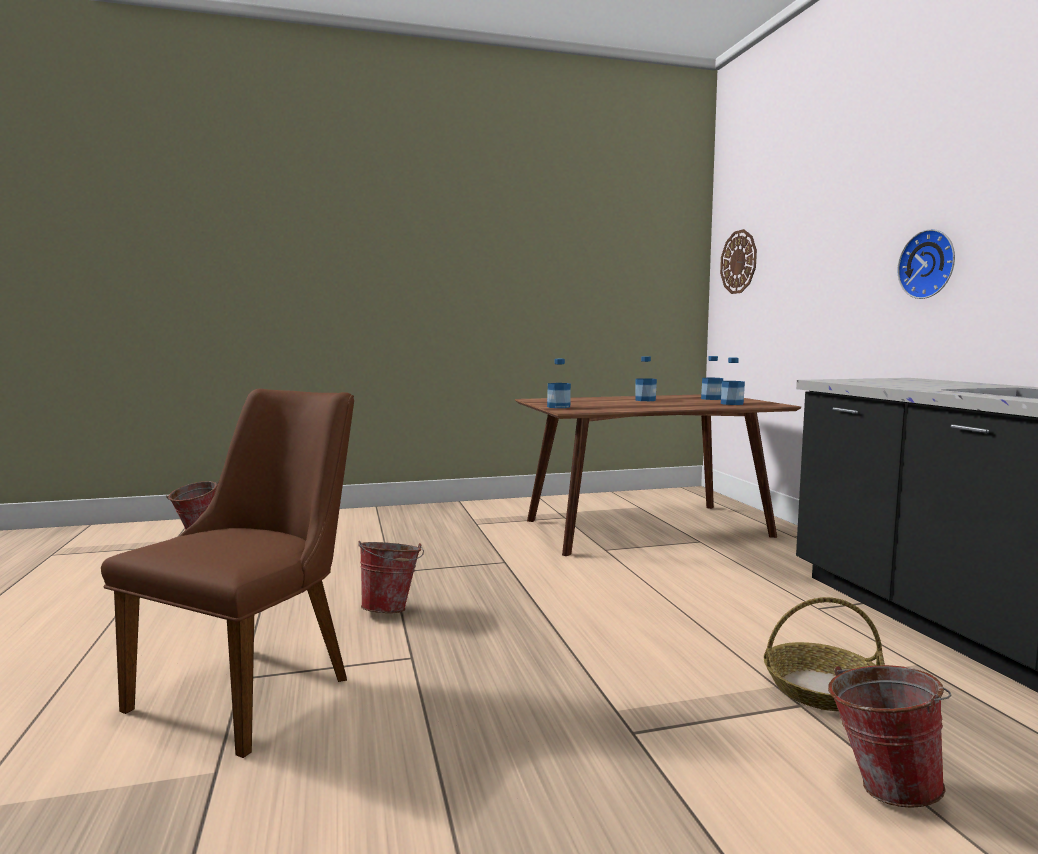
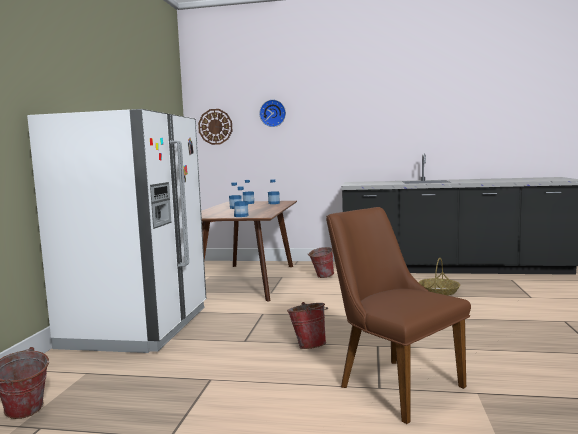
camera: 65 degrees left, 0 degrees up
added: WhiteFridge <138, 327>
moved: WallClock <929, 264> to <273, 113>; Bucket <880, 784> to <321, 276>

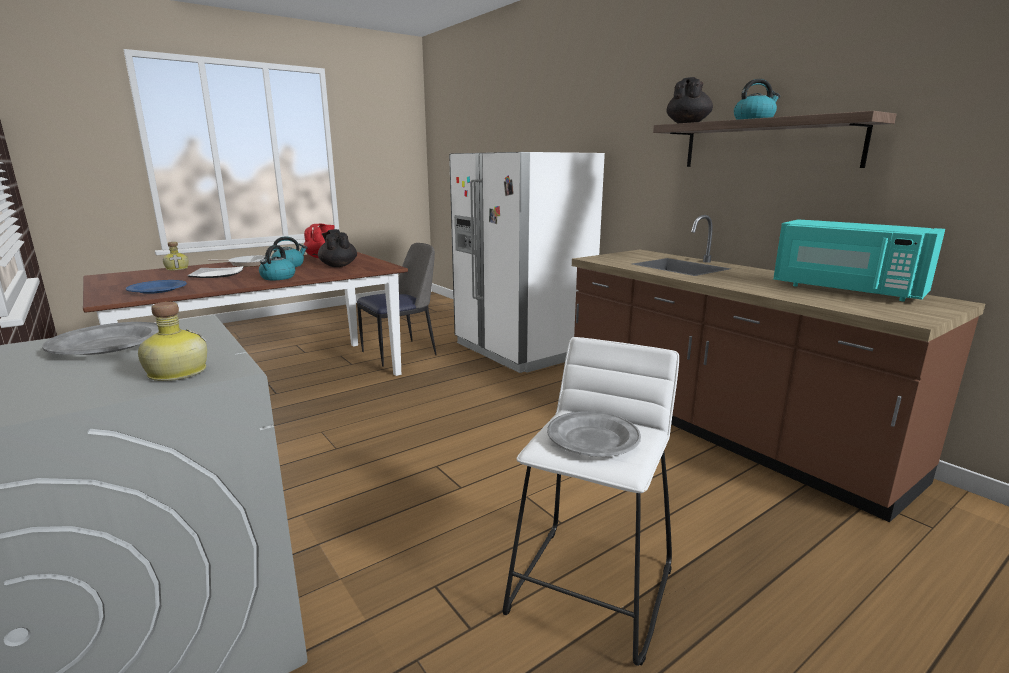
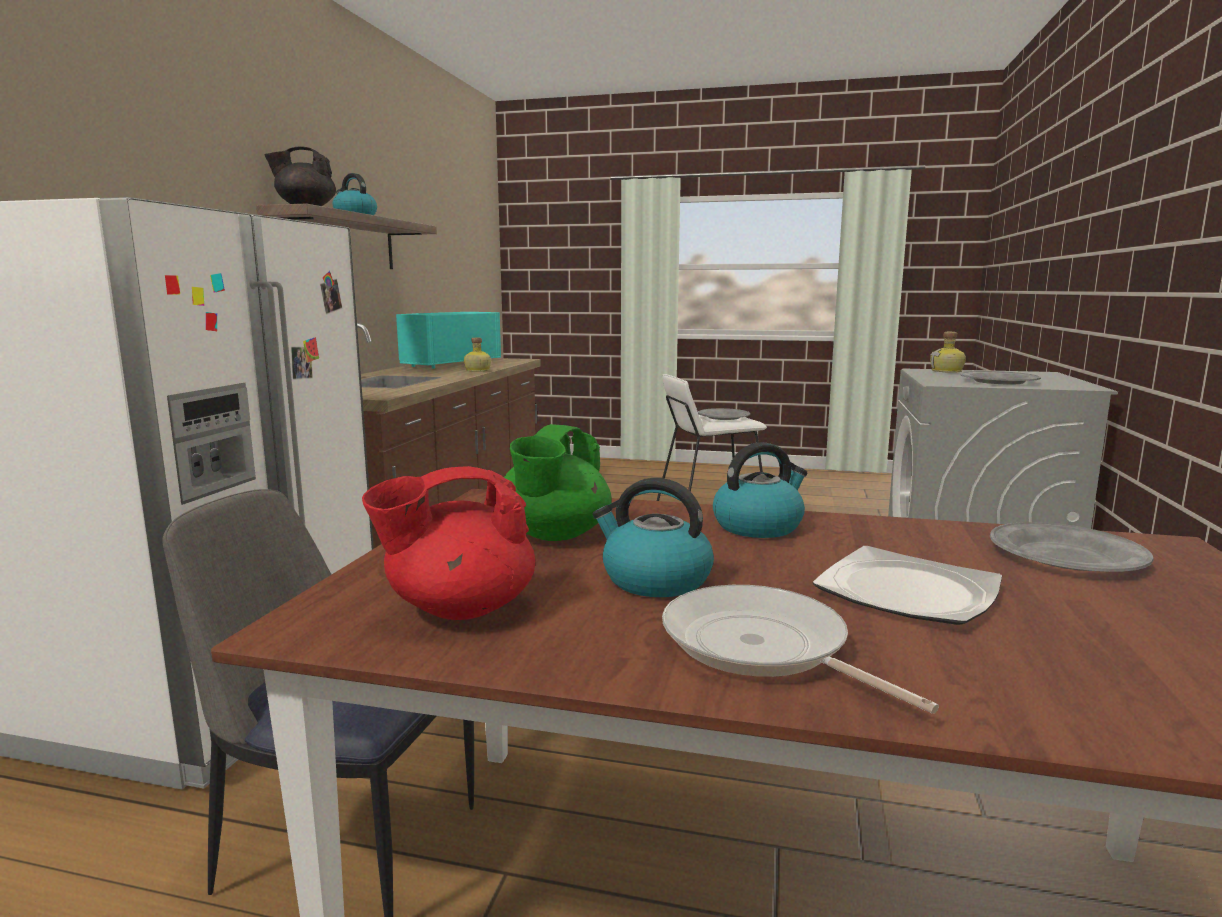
camera: 130 degrees left, 5 degrees down
moved: Bottle <177, 269> to <477, 370>
recoloured: BlackTeapot <338, 266> to GreenTeapot <553, 535>; BluePlate <158, 290> to GreyPlate <1065, 556>
turned: TurquoiseMicrowave <846, 290> = <449, 364> 150 degrees counterclockwise

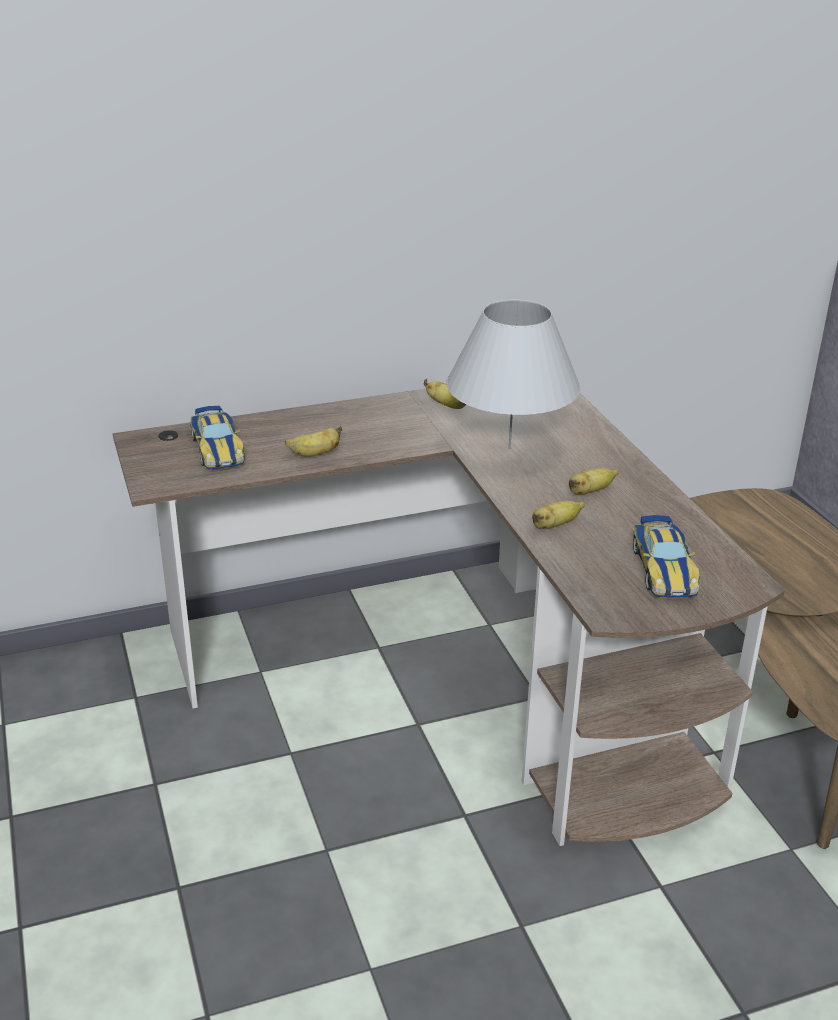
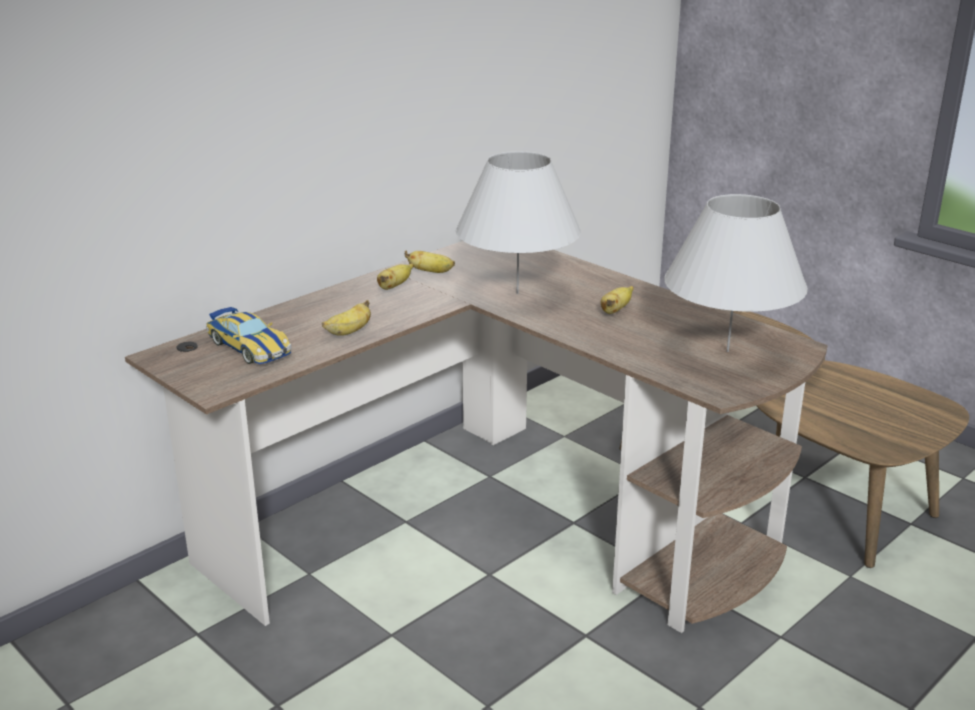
camera: 25 degrees left, 5 degrees down
moved: Banana <555, 525> to <394, 286>
replaced: ToyCar <663, 568> to WhiteTableLamp <727, 351>

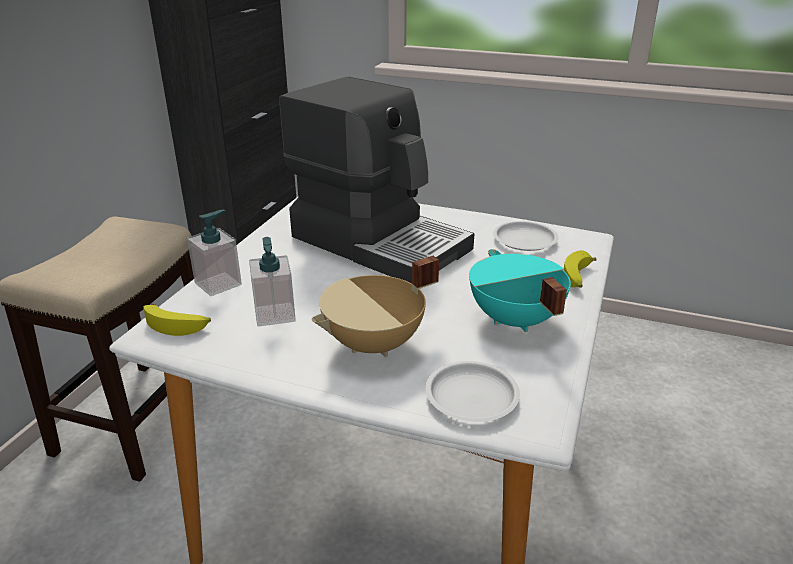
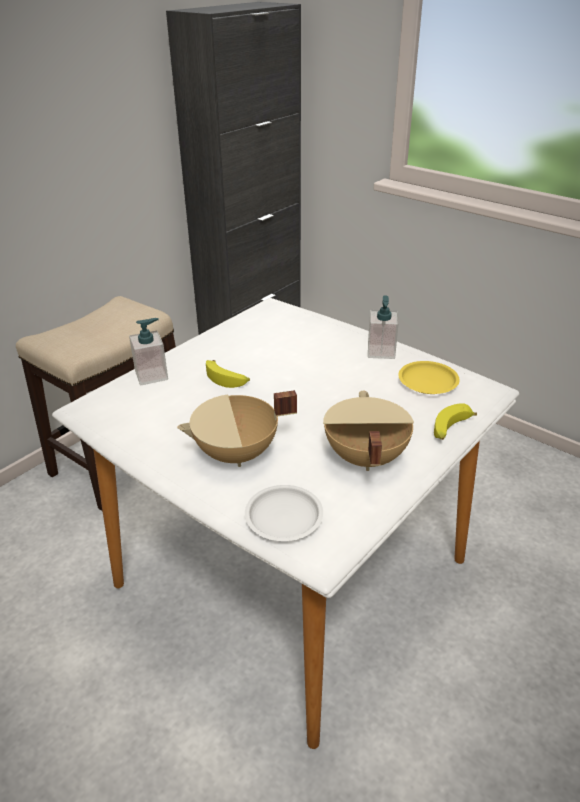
camera: 20 degrees right, 5 degrees up
removed: CoffeeMachine <380, 242>
moved: SoapDispenser <275, 314> to <381, 352>; Banana <178, 325> to <227, 379>
recoloured: WhitePlate <524, 240> to YellowPlate <427, 381>; TurquoiseCookingPot <513, 320> to BeigeCookingPot <364, 457>

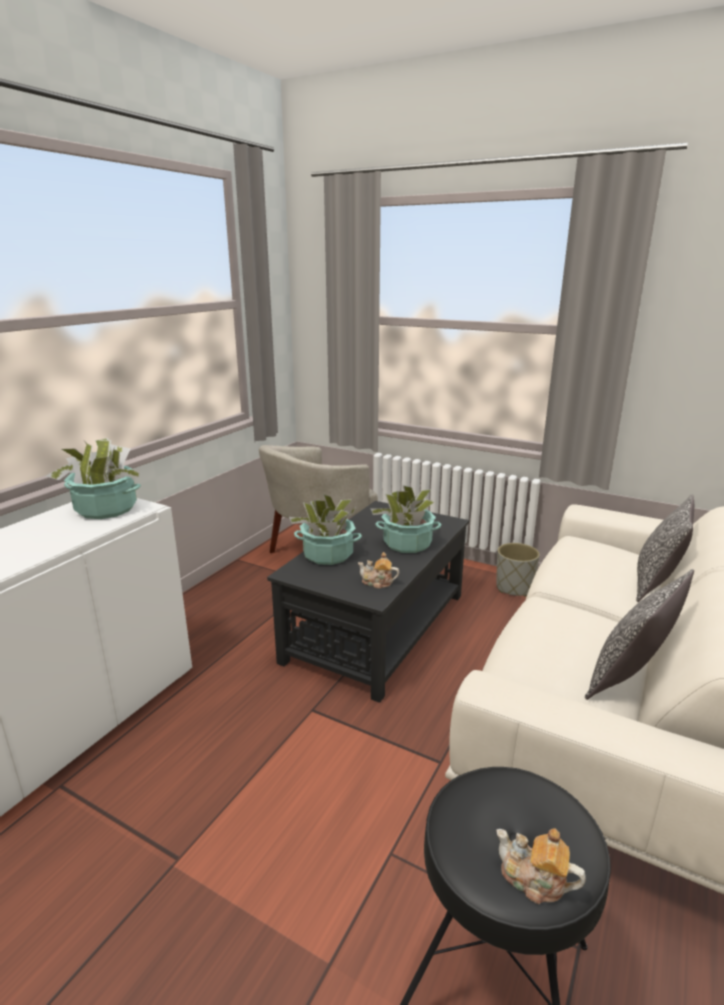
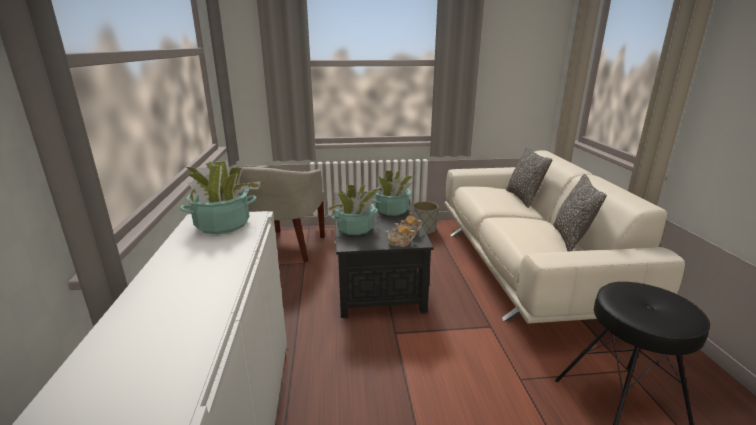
camera: 35 degrees left, 0 degrees up
moved: Teapot <534, 880> to <400, 243>

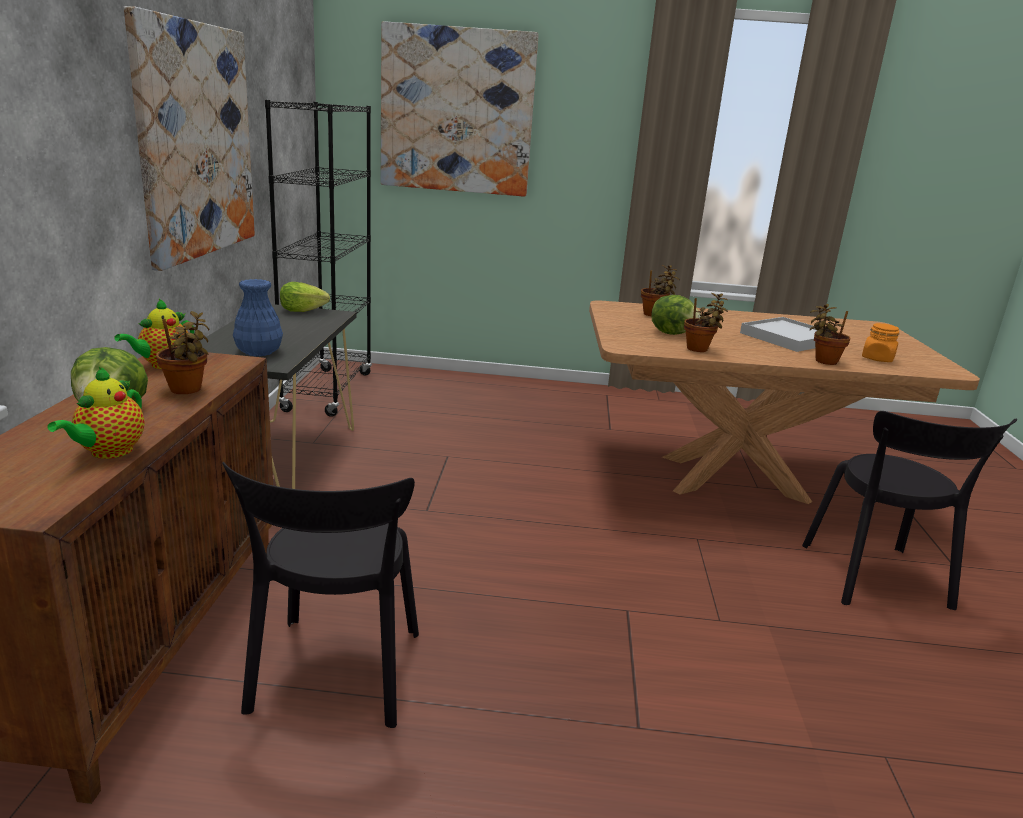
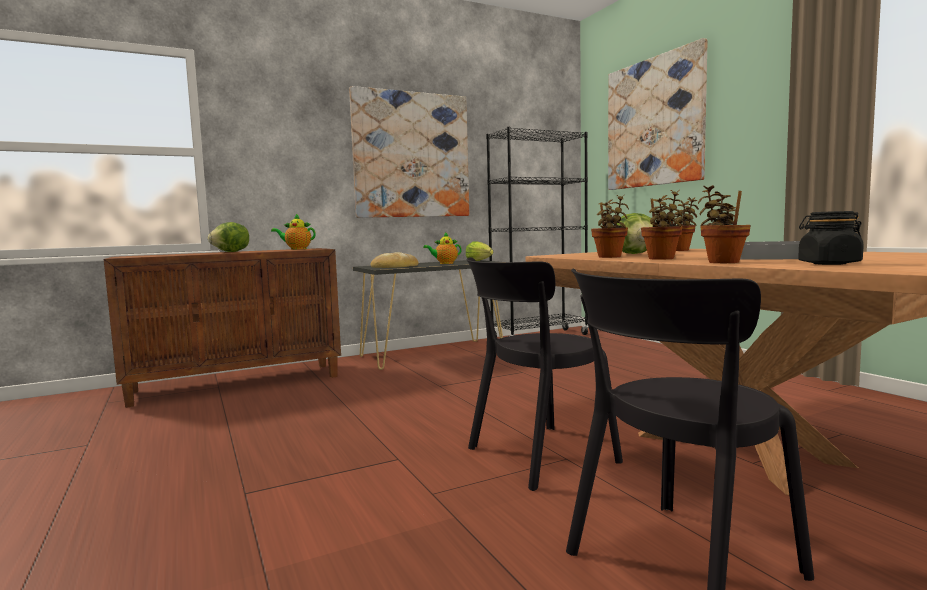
camera: 60 degrees right, 15 degrees down
moved: PottedPlant <187, 390> to <661, 259>; Teapot <108, 452> to <444, 263>; BlackChair <334, 677> to <536, 457>
replaced: BlueVase <258, 352> to Bread <394, 266>
recoloured: OrangeJar <877, 359> to BlackJar <829, 263>

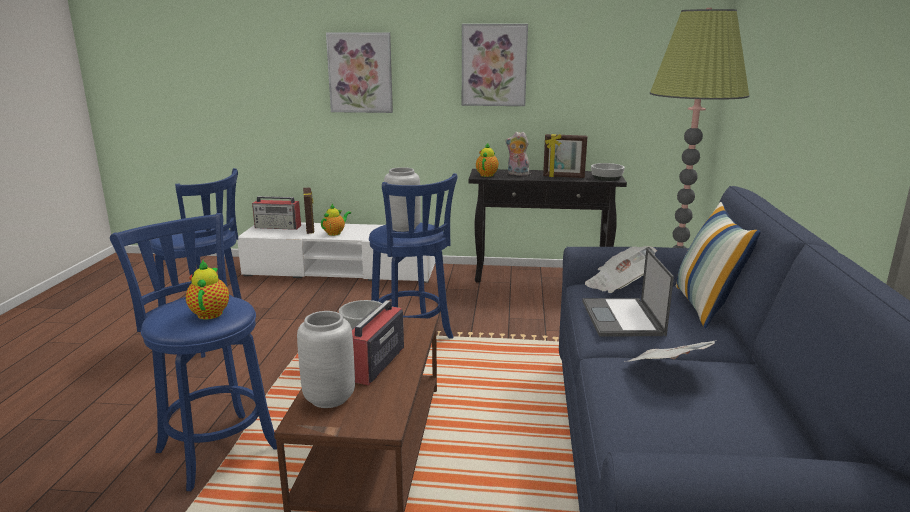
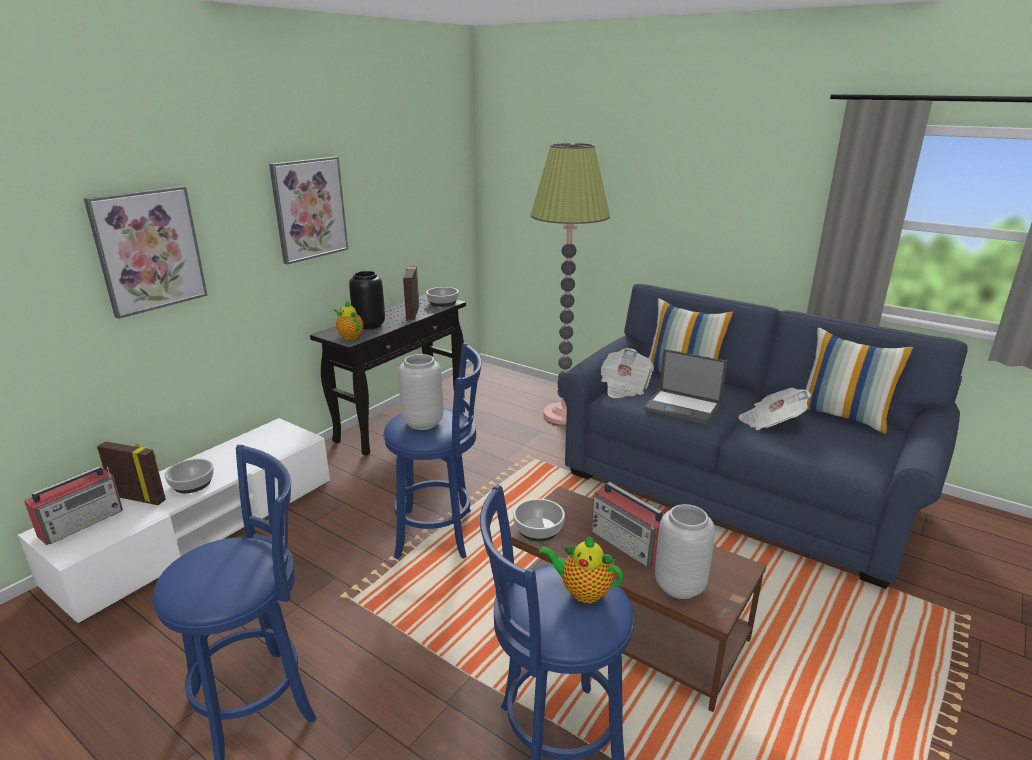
camera: 60 degrees left, 5 degrees up
added: Pillow <843, 416>
replaced: PlushToy <517, 174> to BlackVase <369, 325>; Teapot <335, 233> to Bowl <192, 484>
turned: PictureFrame <563, 177> = <412, 313> 135 degrees clockwise

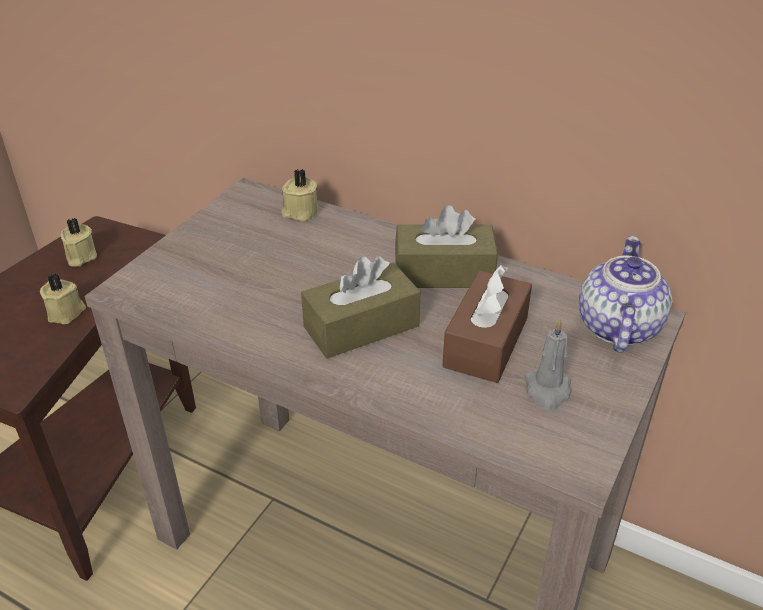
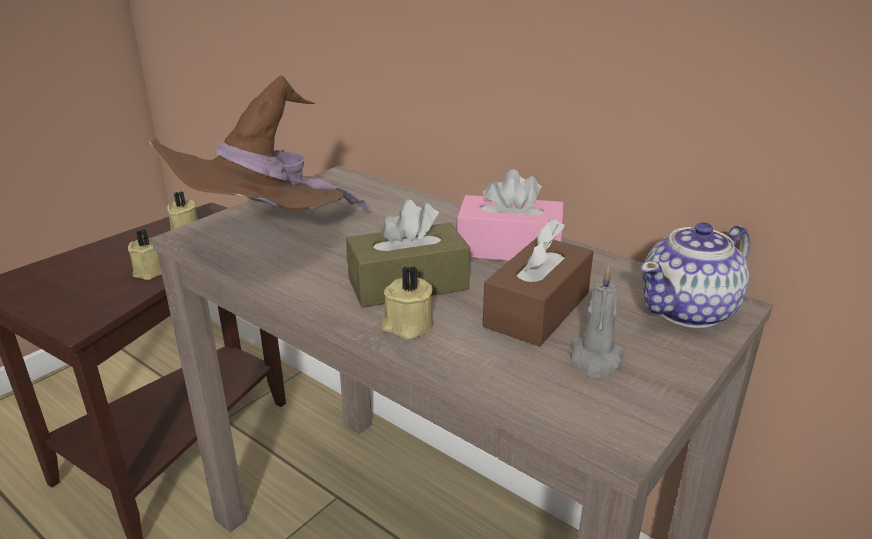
camera: 10 degrees right, 10 degrees down
added: BrownHat <267, 239>
moved: BeigeCandle <300, 212> to <407, 325>
recoloured: BrownTissueBox <444, 273> to PinkTissueBox <509, 248>
turned: Teapot <617, 327> = <689, 310> 150 degrees counterclockwise

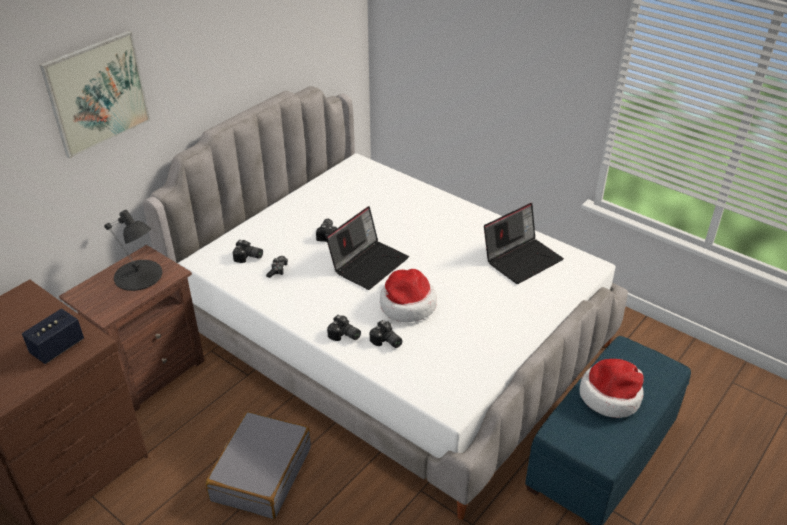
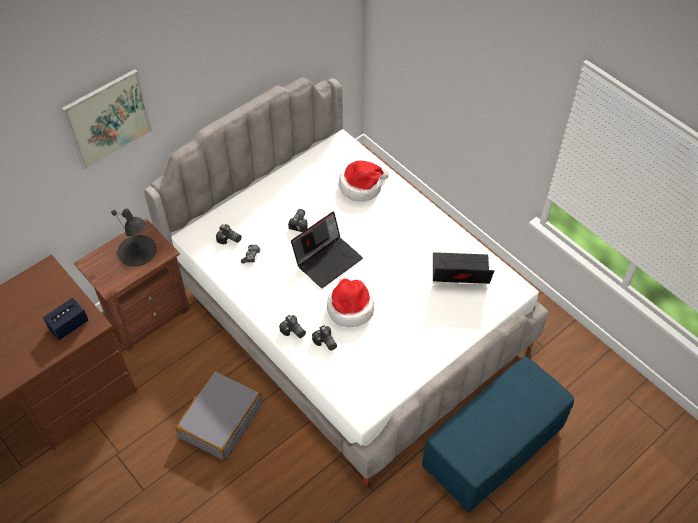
camera: 10 degrees right, 15 degrees up
moved: Hat <611, 396> to <361, 186>
turned: Laptop <522, 259> = <459, 273> 150 degrees counterclockwise

